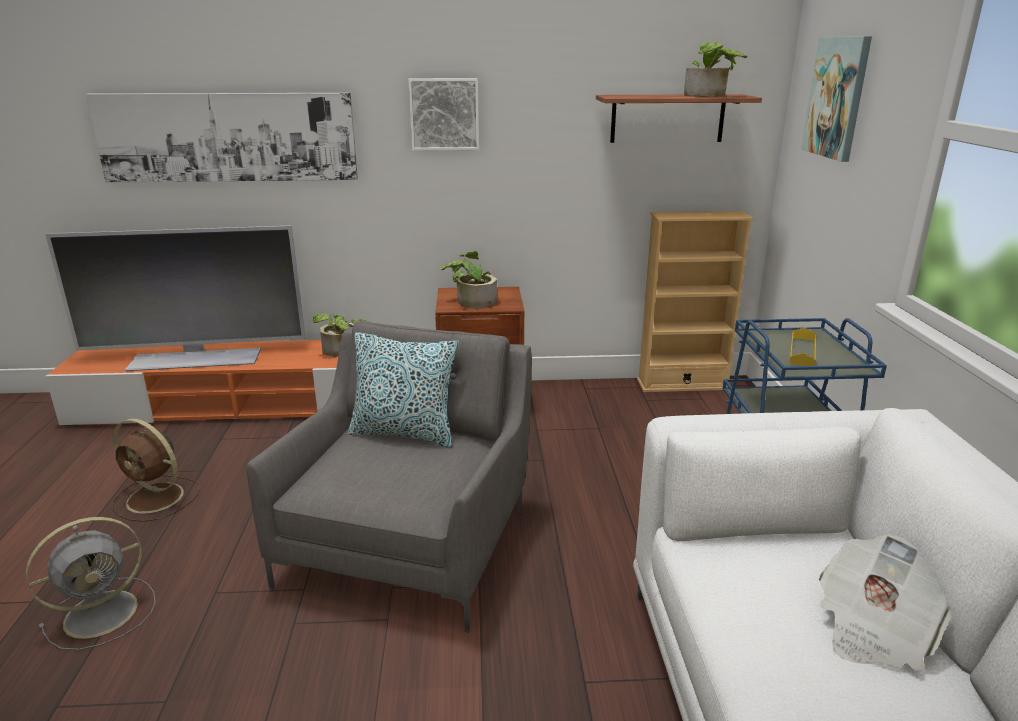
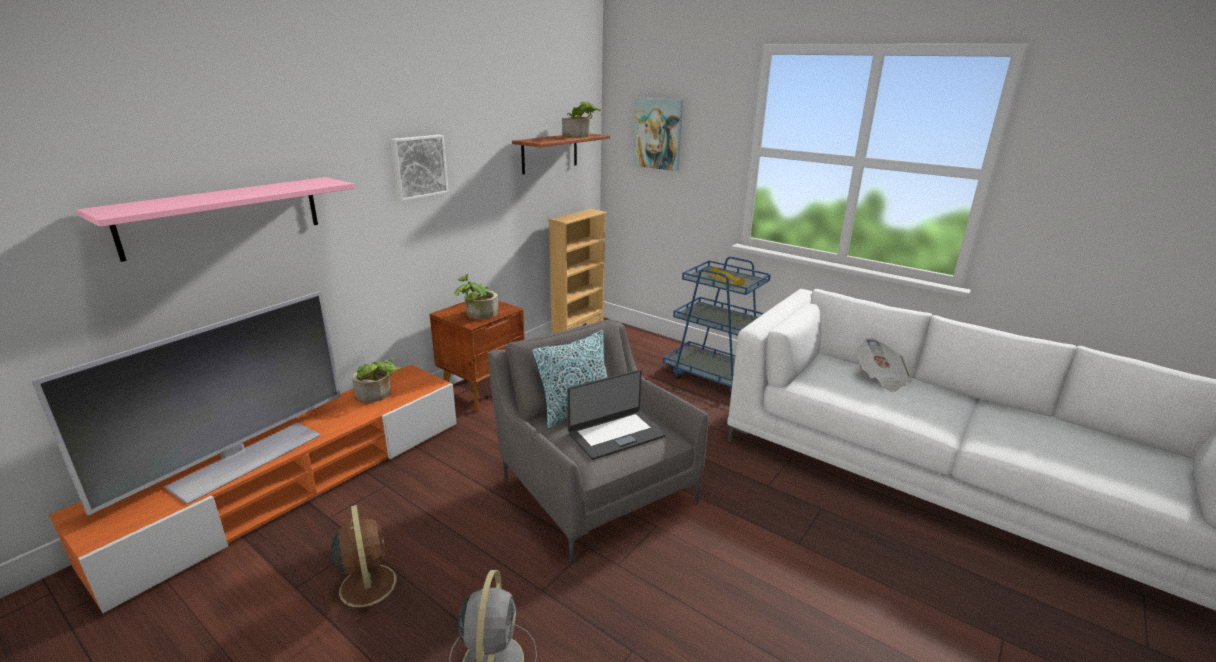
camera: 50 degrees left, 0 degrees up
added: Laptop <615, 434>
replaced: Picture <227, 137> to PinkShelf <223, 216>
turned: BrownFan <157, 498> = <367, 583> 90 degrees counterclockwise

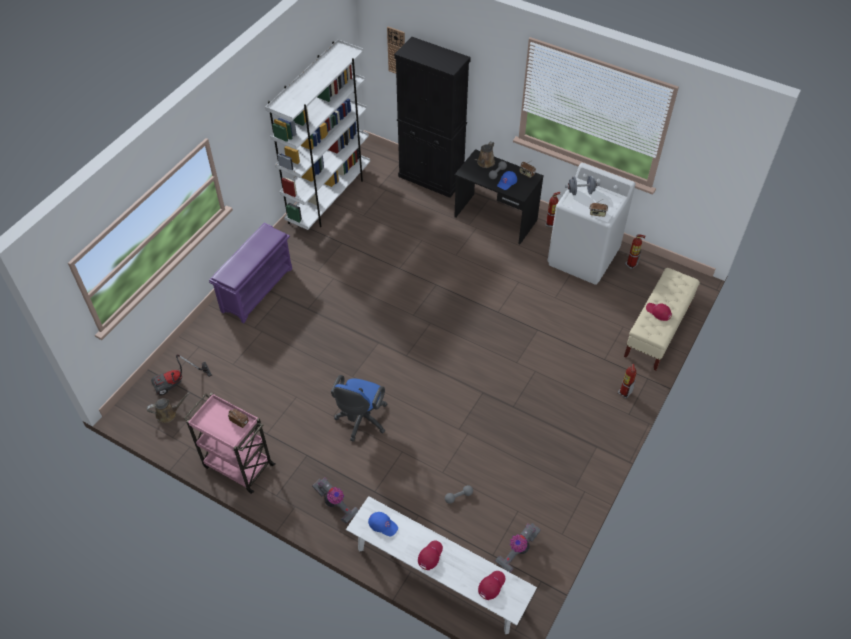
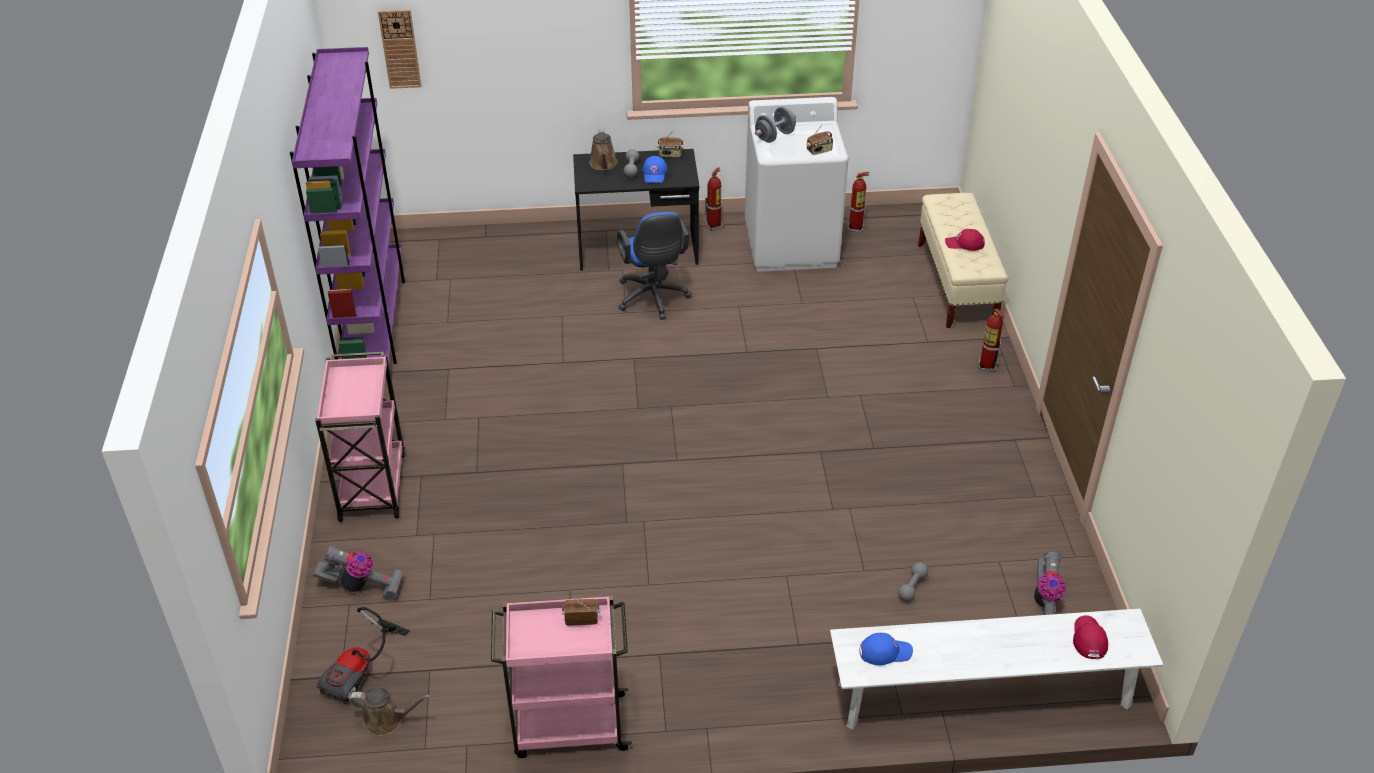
camera: 35 degrees left, 10 degrees down
removed: BlackCabinet <431, 178>; RedCap <430, 555>
moved: BlueOfficeChair <361, 421> to <653, 299>; VacuumCleaner <335, 504> to <361, 586>
replaced: PurpleShoeRack <257, 289> to PinkCart <372, 484>
recoloured: WhiteBookcase <329, 197> to PurpleBookcase <373, 322>
turned: BrownWateringCan <168, 413> = <387, 720> 60 degrees clockwise

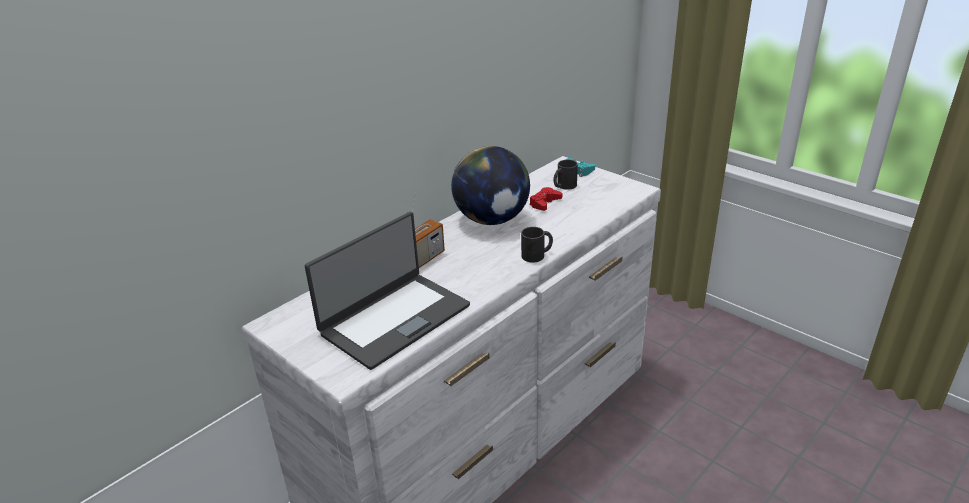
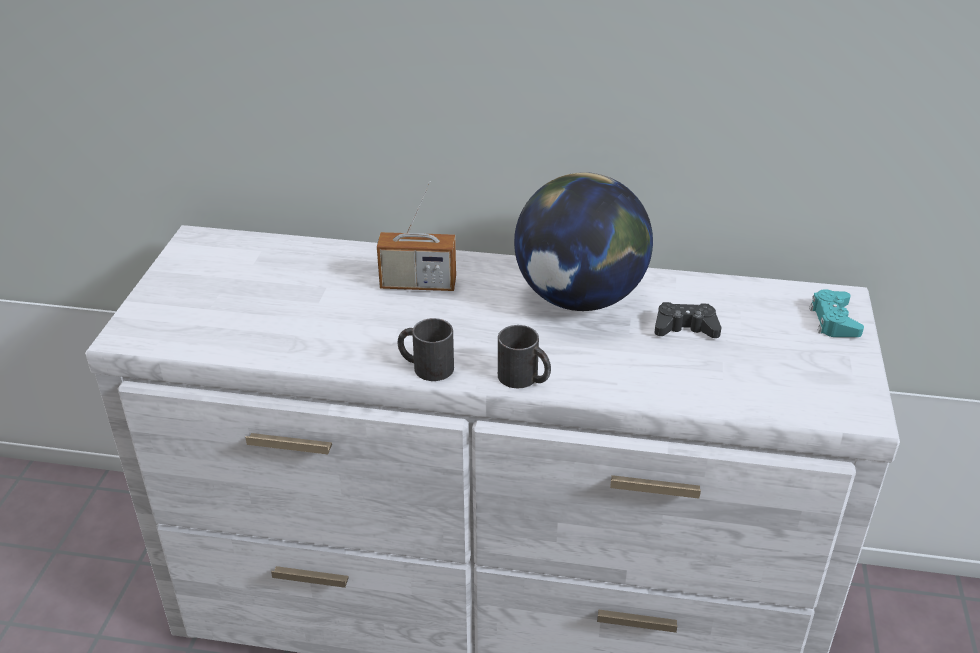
camera: 55 degrees right, 5 degrees up
removed: Laptop <394, 319>
moved: BlackMug <564, 186> to <425, 366>
recoloured: RedGameController <545, 203> to BlackGameController <685, 328>

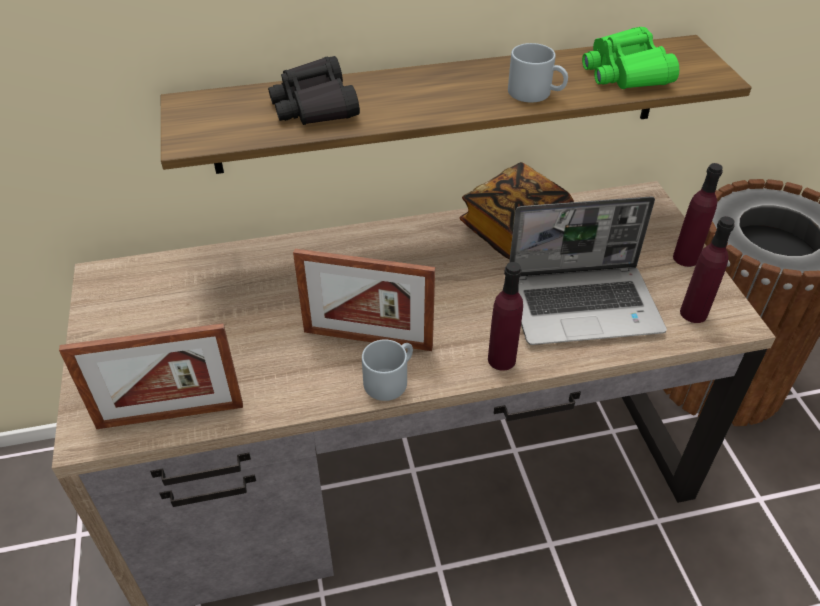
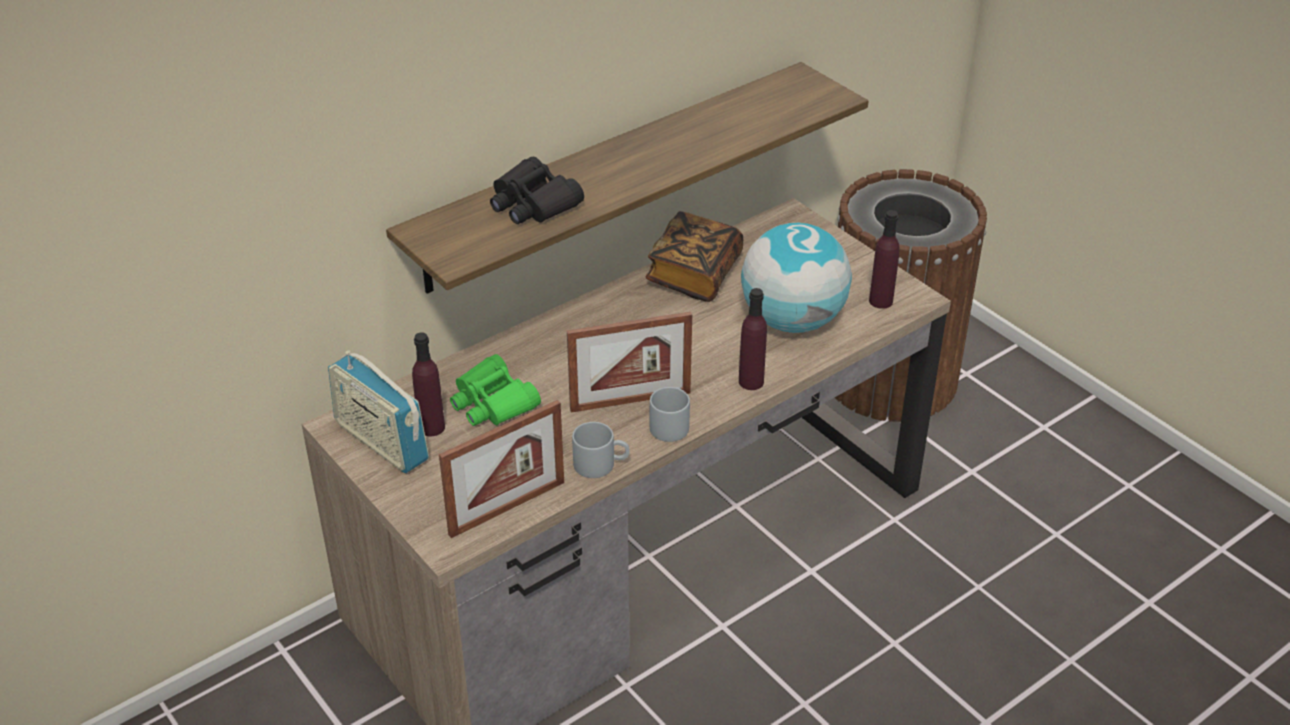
camera: 25 degrees left, 5 degrees down
added: Radio <381, 442>
moved: GreenBinoculars <625, 72> to <493, 402>; GreyMug <536, 93> to <601, 464>; PurpleBottle <685, 258> to <431, 427>
replaced: Laptop <584, 305> to Globe <792, 320>

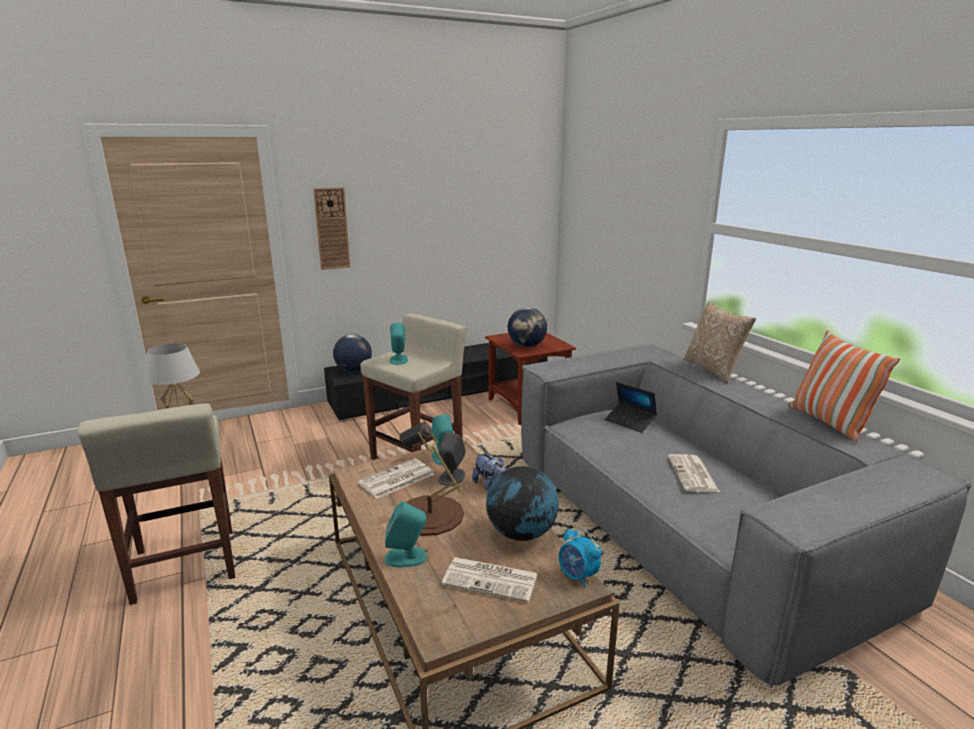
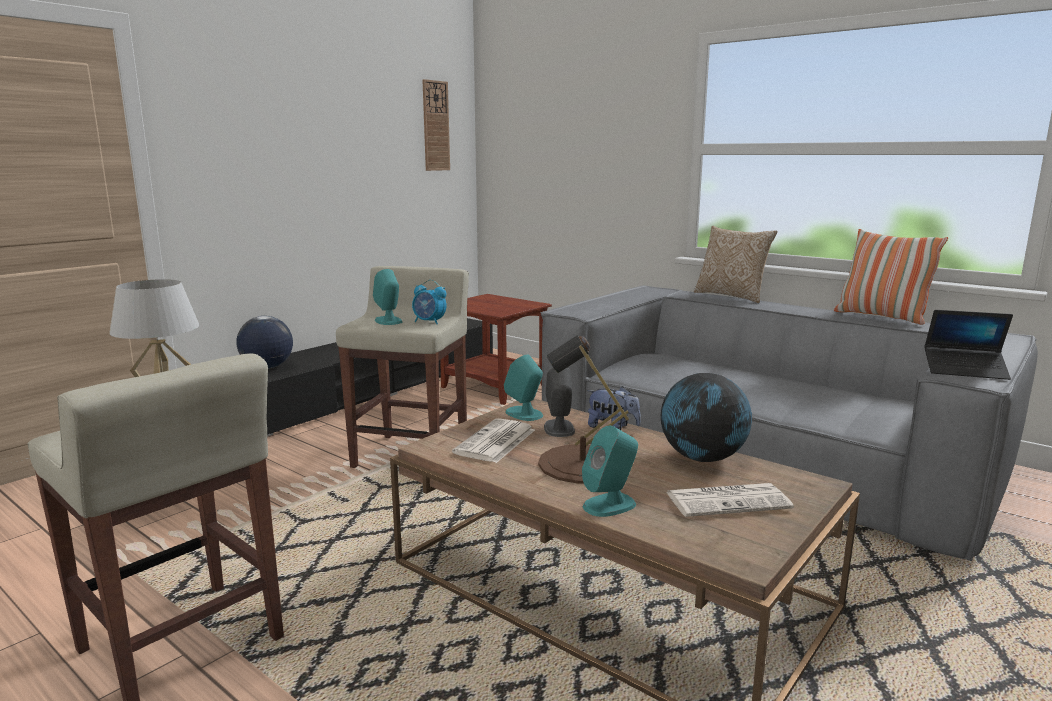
camera: 25 degrees left, 5 degrees down
removed: Globe <527, 346>; Newspaper <693, 474>
moved: WallClock <332, 228> to <435, 126>; Laptop <630, 422> to <964, 370>; AlarmClock <577, 576> to <429, 322>

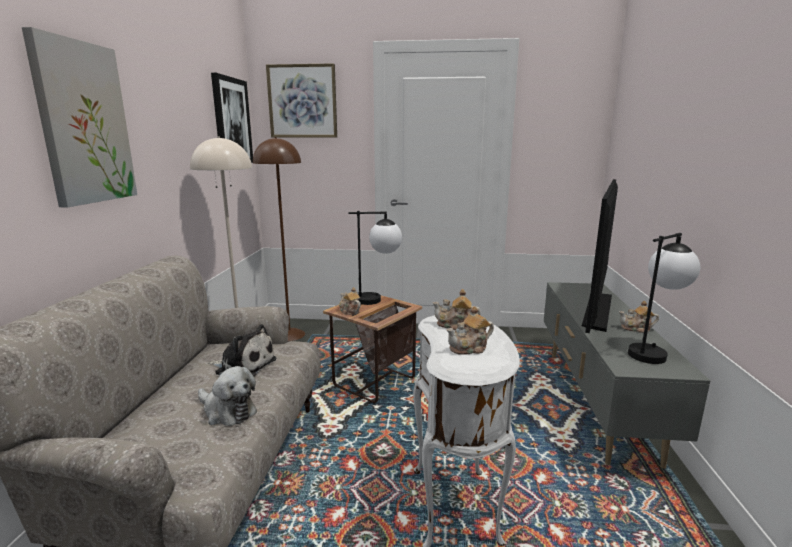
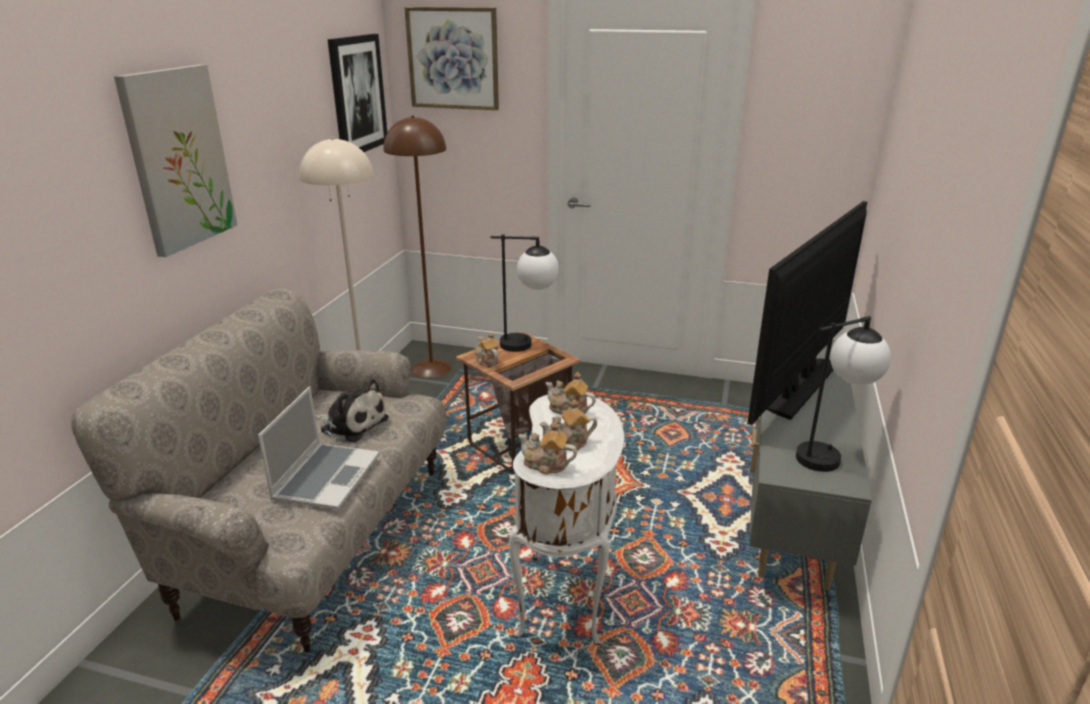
camera: 10 degrees right, 10 degrees up
moved: Teapot <636, 329> to <546, 465>
replaced: PlushToy <227, 411> to Laptop <326, 477>

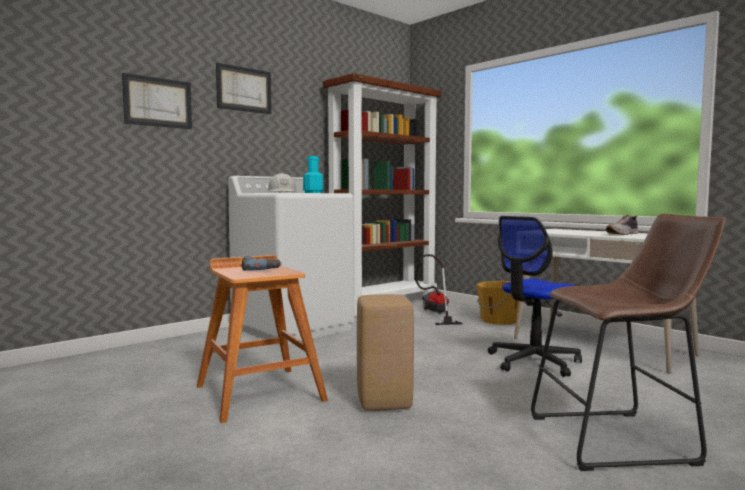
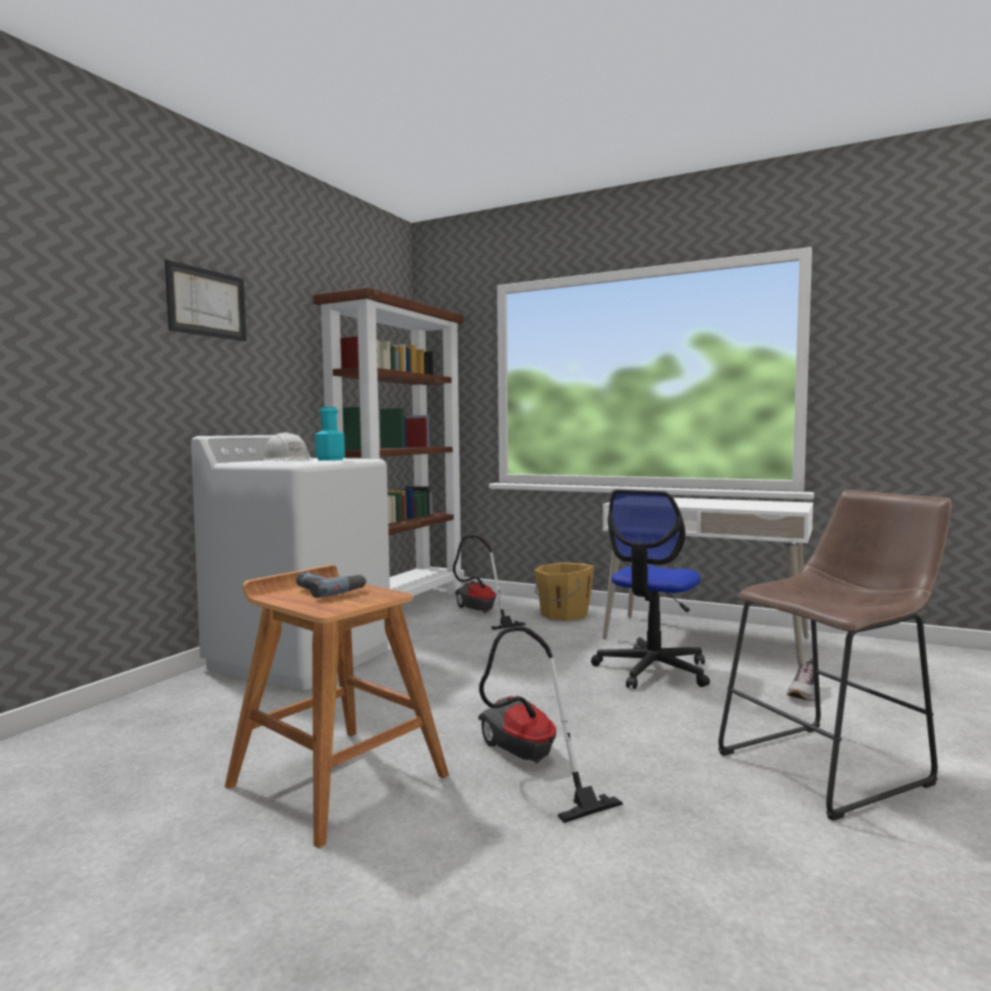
camera: 20 degrees left, 0 degrees up
removed: Picture <158, 102>
moved: Shoe <623, 234> to <805, 693>
replaced: BeigeStool <385, 402> to VacuumCleaner <527, 763>

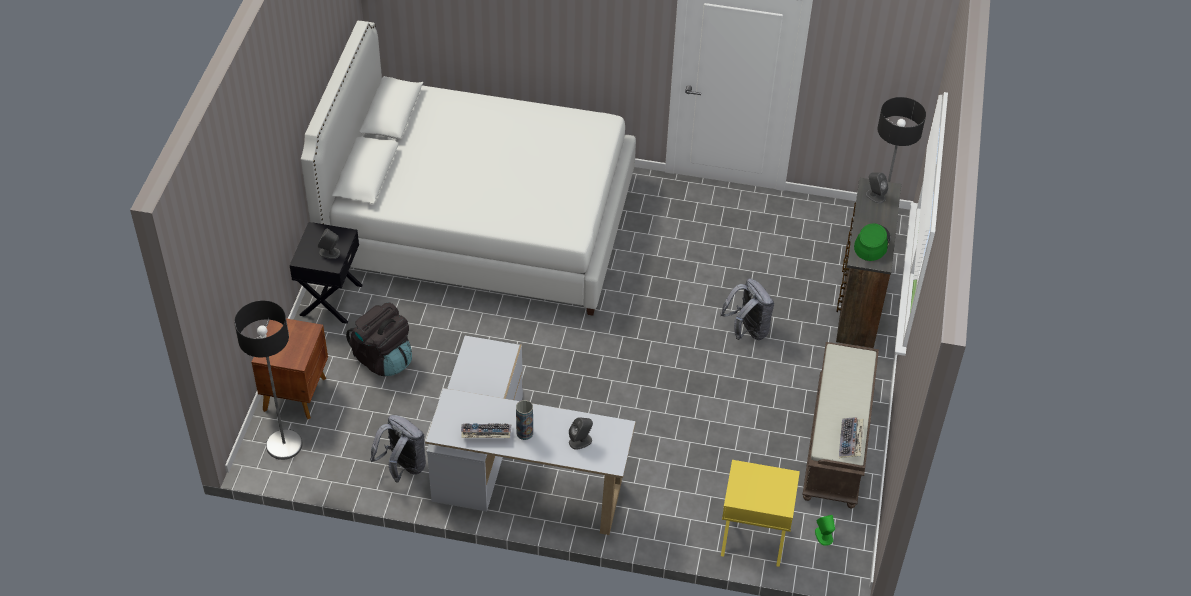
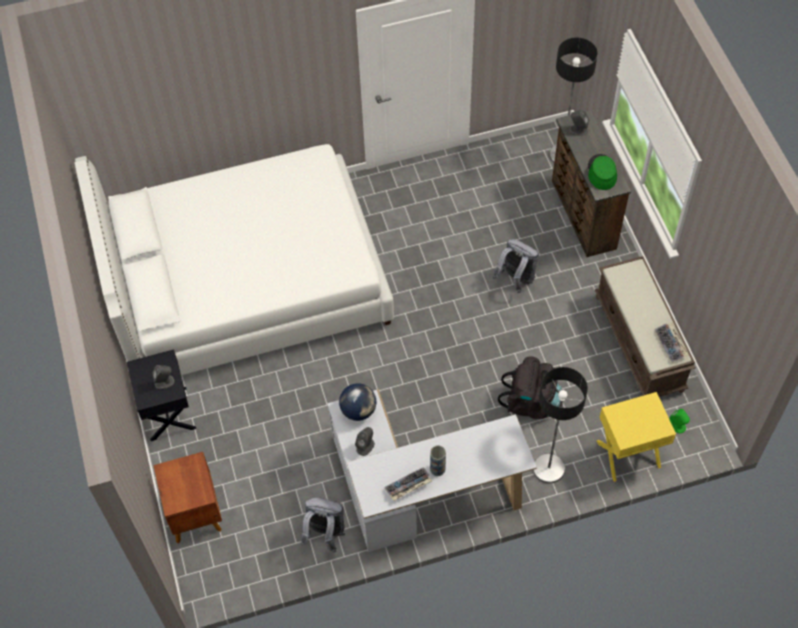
camera: 25 degrees left, 10 degrees up
added: Globe <358, 410>
moved: FloorLamp <284, 445> to <548, 468>; BlackBackpack <383, 358> to <531, 402>; GreySpeaker <580, 441> to <365, 446>

